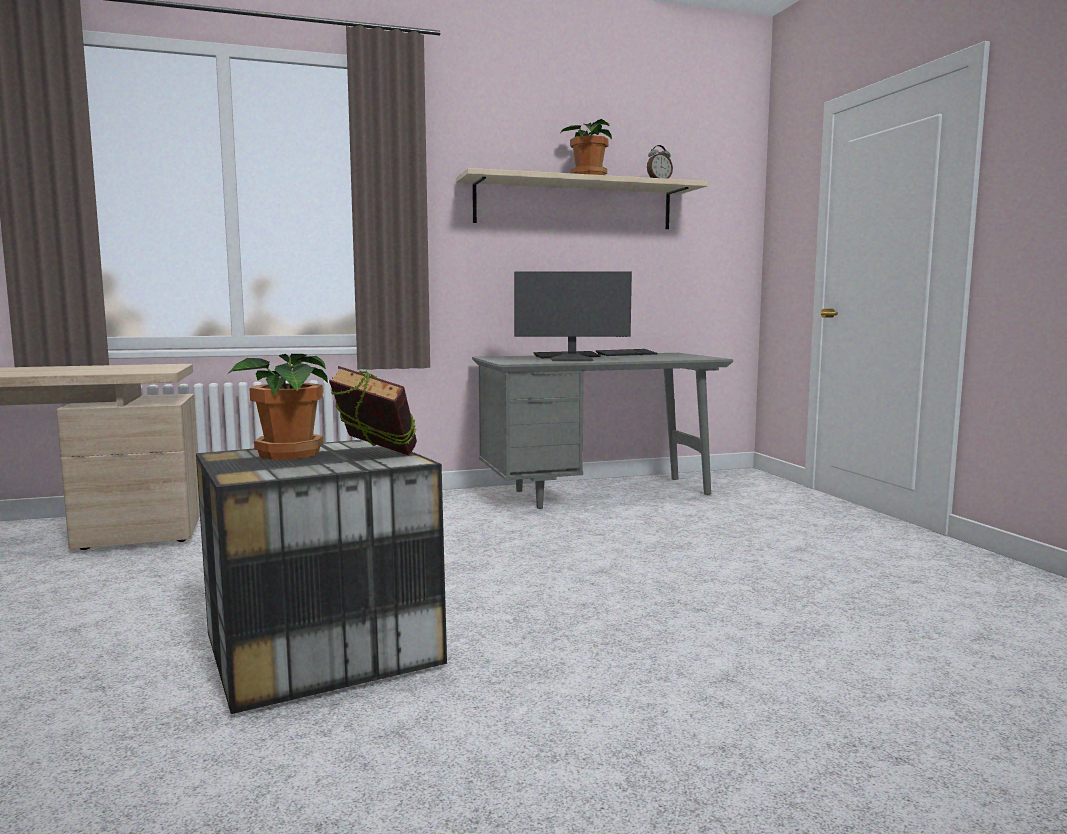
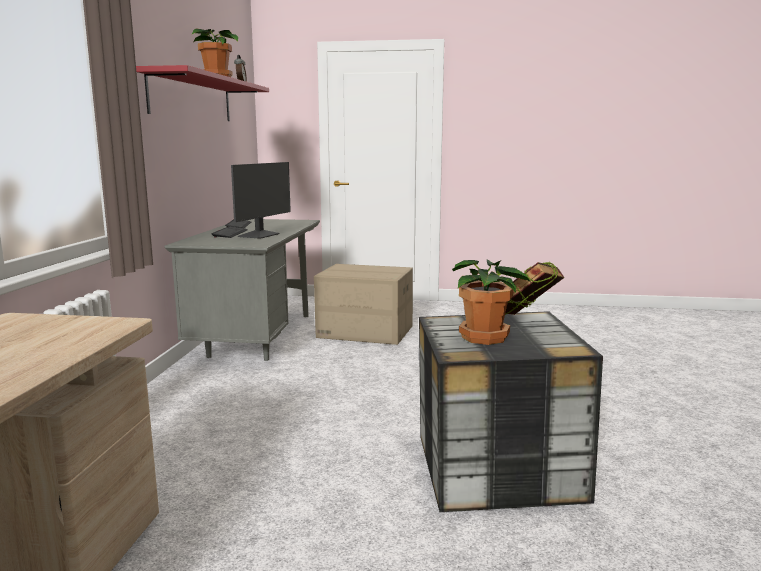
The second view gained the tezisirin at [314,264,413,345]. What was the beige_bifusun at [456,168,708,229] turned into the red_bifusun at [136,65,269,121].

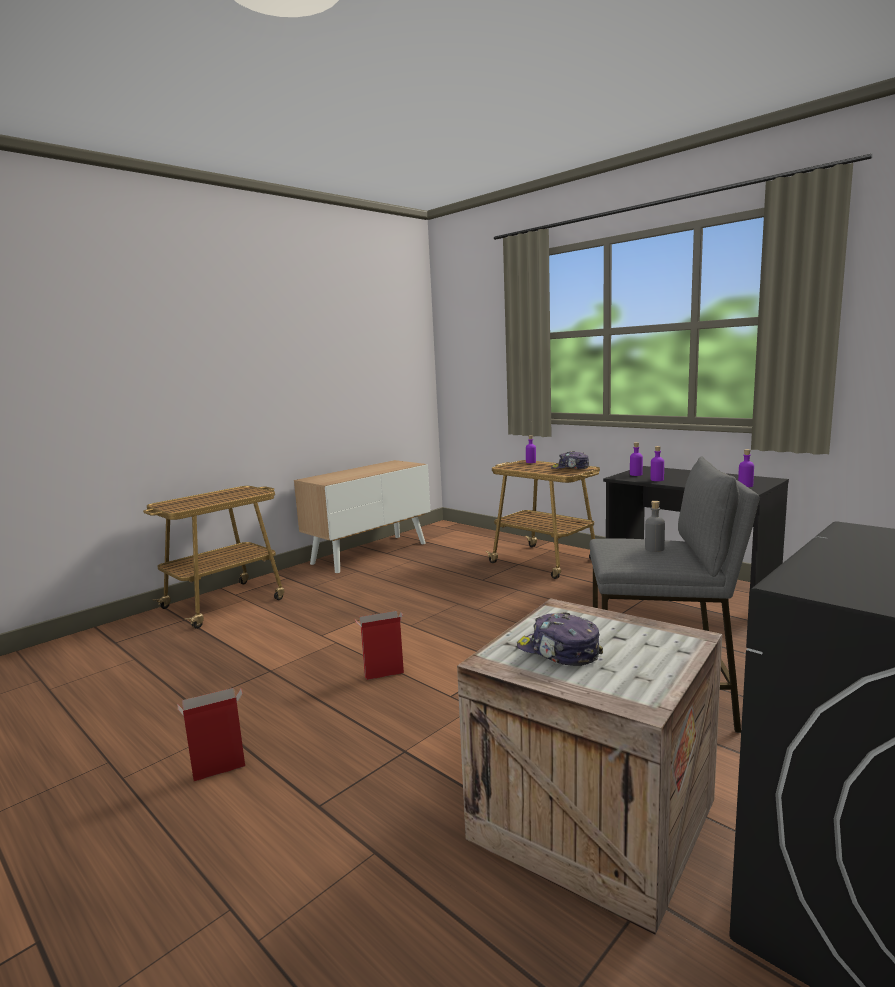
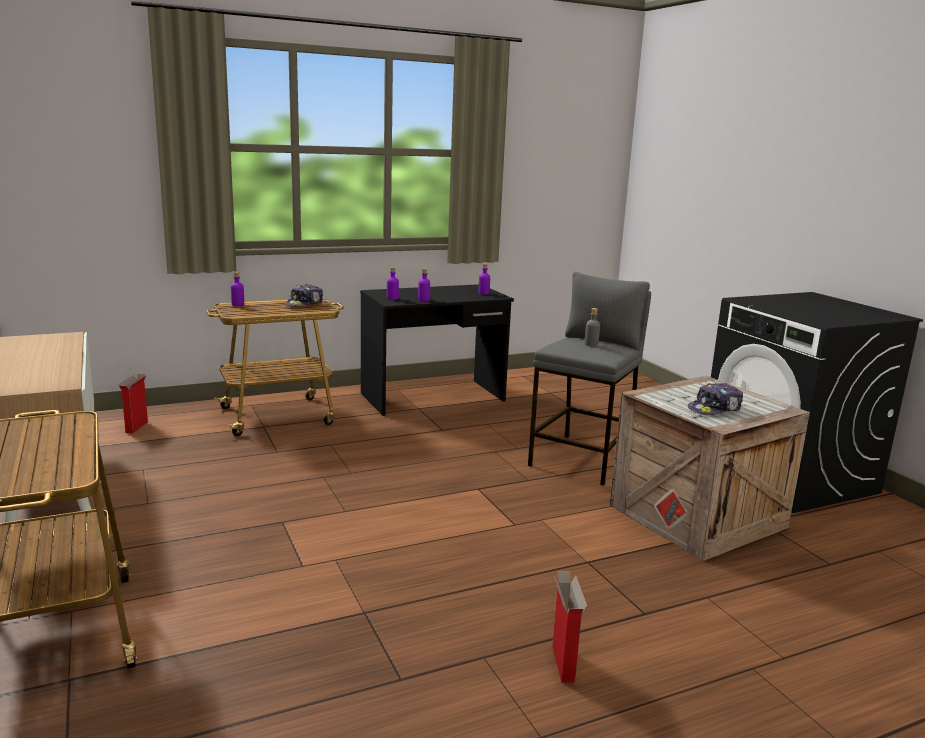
The tezisirin ended up elsewhere, having gone from [355,611,404,680] to [118,374,148,433].

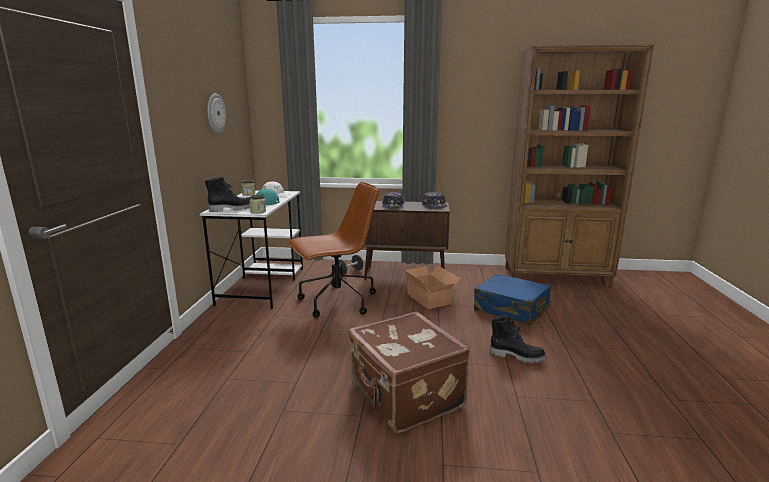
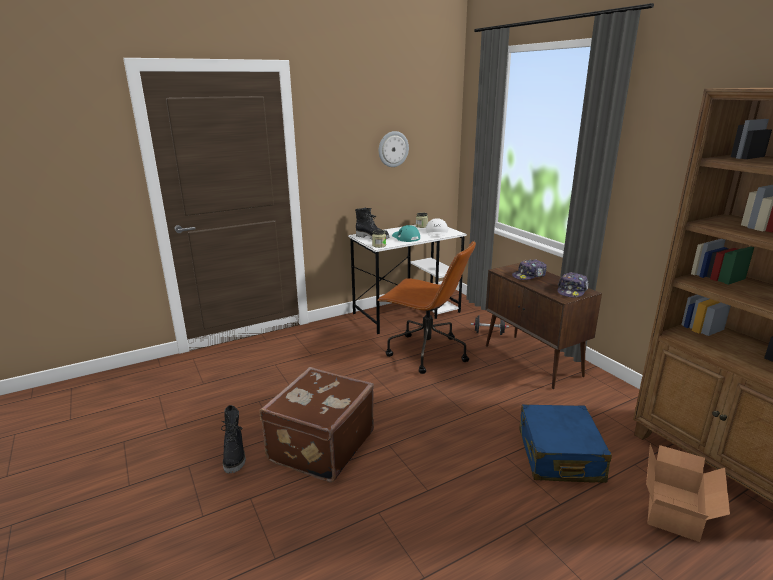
The tezisirin ended up elsewhere, having gone from [403,265,461,309] to [646,443,730,542]. The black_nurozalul ended up elsewhere, having gone from [490,317,546,363] to [221,405,246,473].

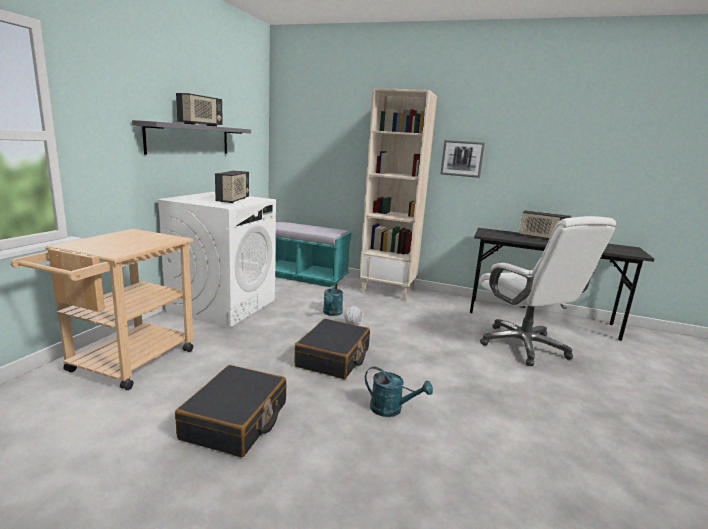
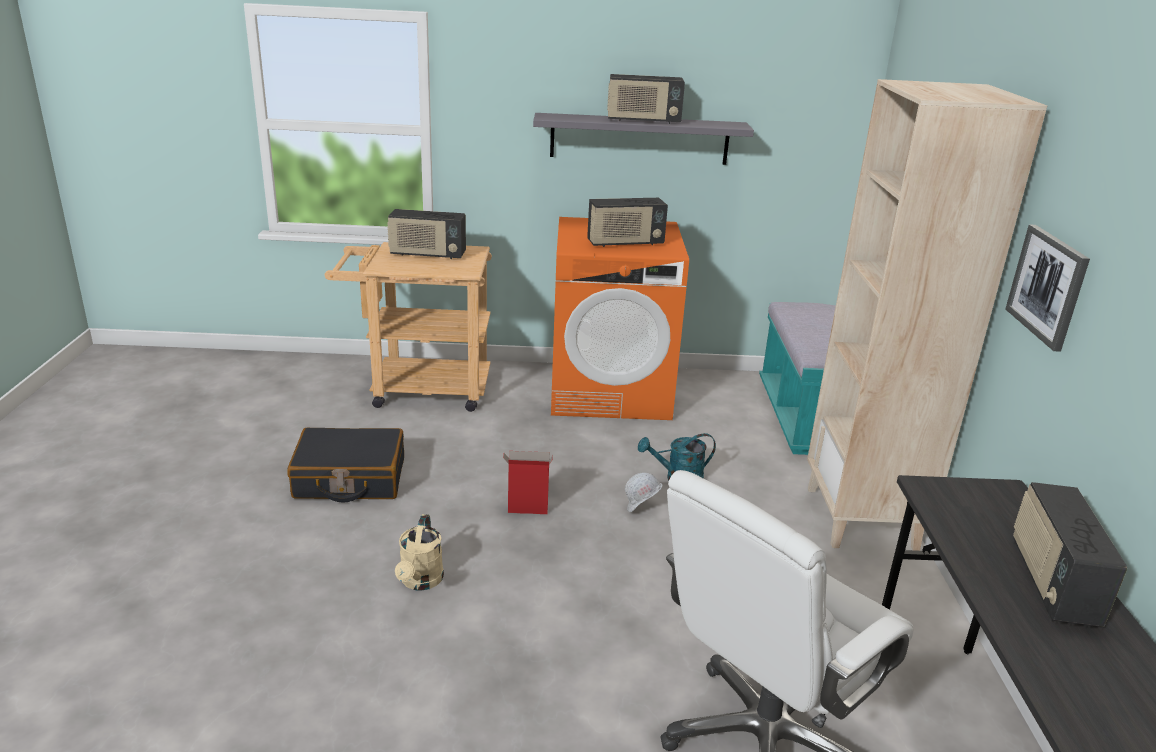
The second view gained the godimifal at [387,209,466,259]. Where the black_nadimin stood at [294,319,370,379], the tezisirin came to stand at [503,451,553,514]. What was the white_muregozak at [156,192,276,328] turned into the orange_muregozak at [551,217,689,420]. What was the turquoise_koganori at [365,367,433,417] turned into the beige_koganori at [395,514,444,591].

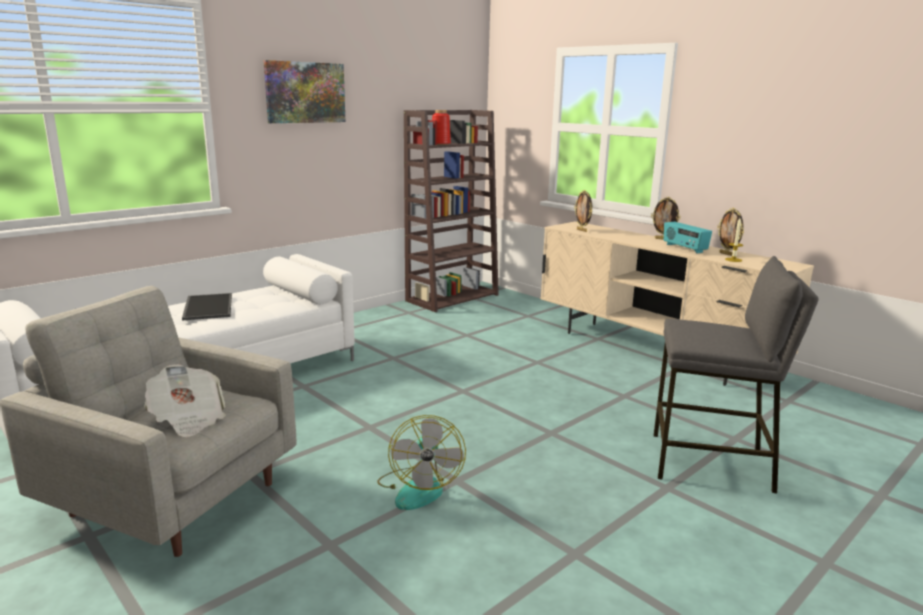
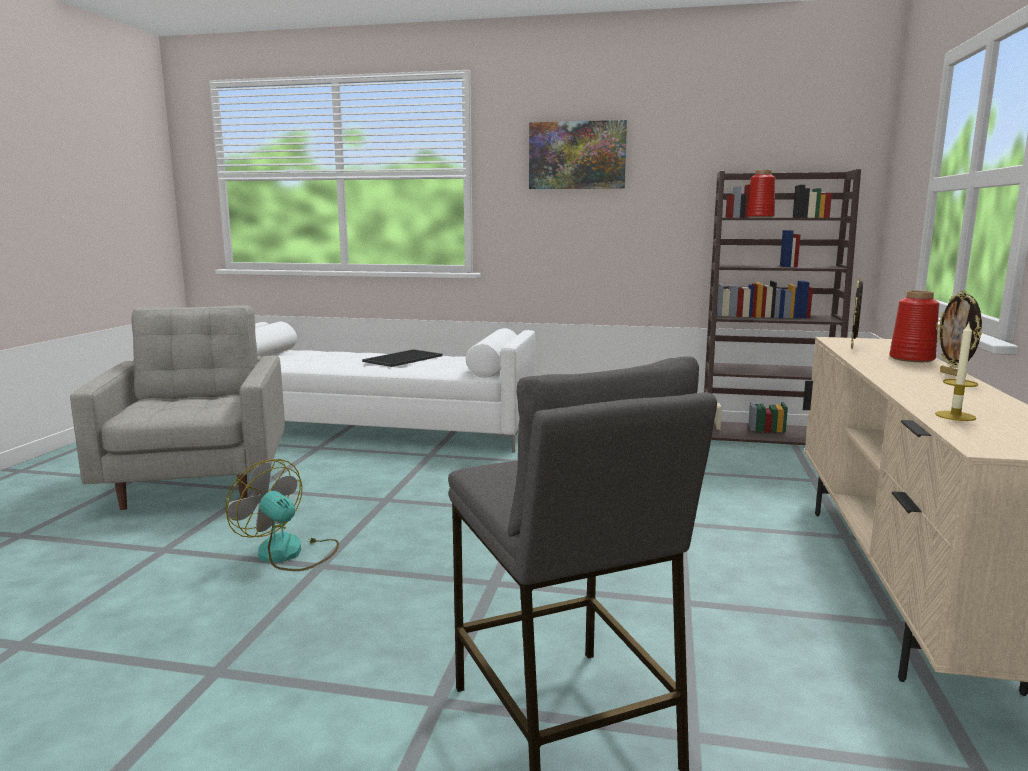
The second view lost the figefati at [144,364,226,437]. The second view lost the godimifal at [664,222,712,254]. The second view lost the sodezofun at [717,208,744,256]. The second view gained the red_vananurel at [889,290,940,362]. The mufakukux at [377,415,466,510] ended up facing another way, 75 degrees clockwise from before.

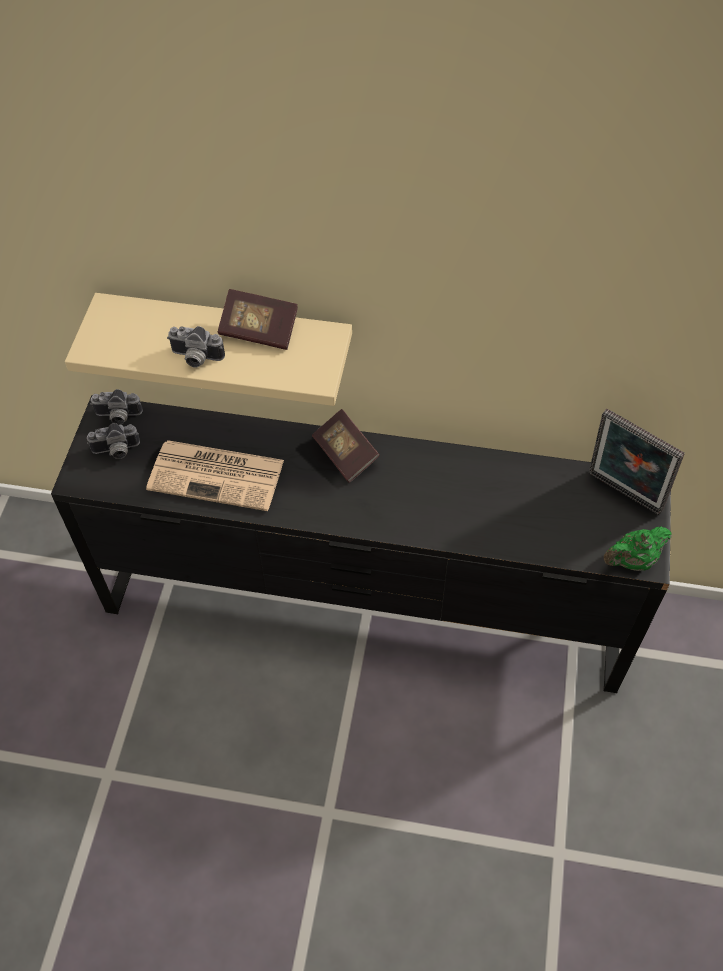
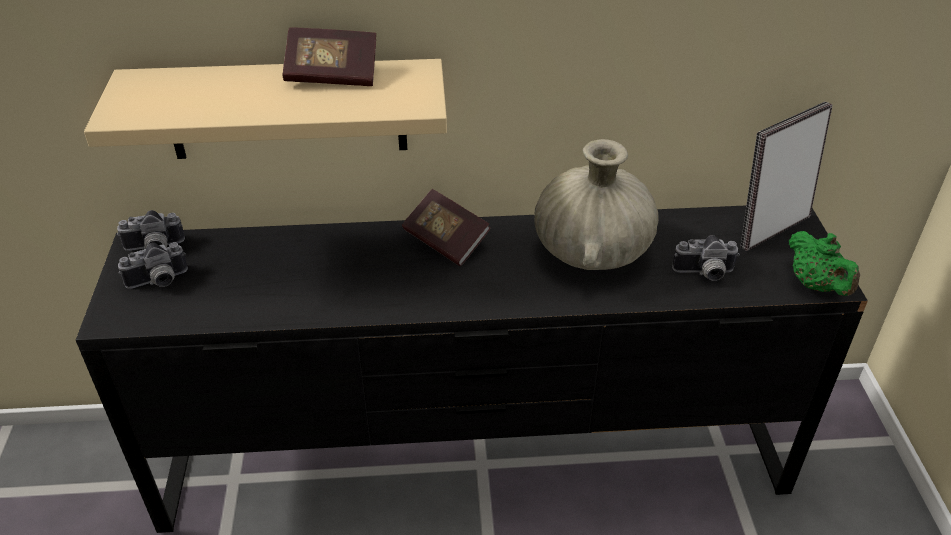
The second view lost the figefati at [146,440,284,511]. The second view gained the beige_vananurel at [534,139,659,270]. The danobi ended up elsewhere, having gone from [167,326,225,368] to [672,235,740,281]. The sodezofun at [589,408,685,515] ended up facing another way, 120 degrees clockwise from before. The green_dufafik at [604,527,672,571] ended up facing another way, 75 degrees counterclockwise from before.

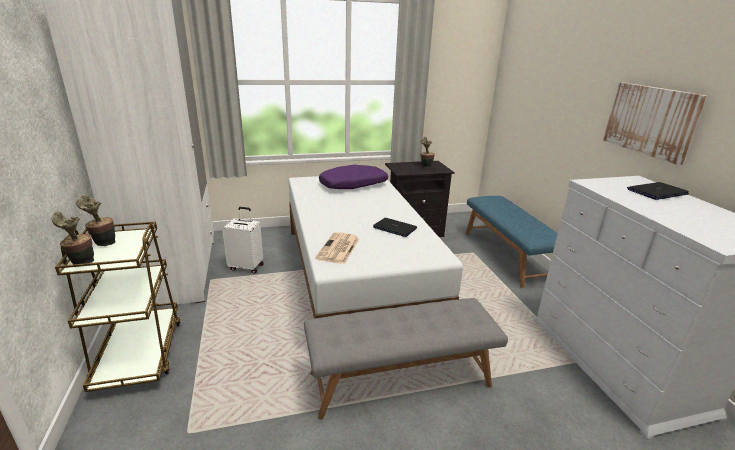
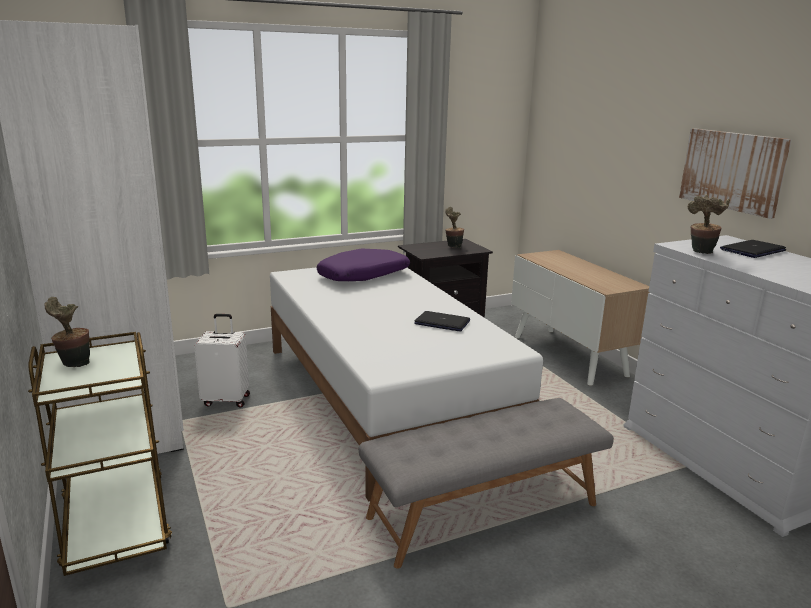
The second view lost the figefati at [315,232,359,264]. The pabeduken ended up elsewhere, having gone from [51,212,94,264] to [687,194,730,254]. Where the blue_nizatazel stood at [465,196,558,288], the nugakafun came to stand at [511,250,650,386].

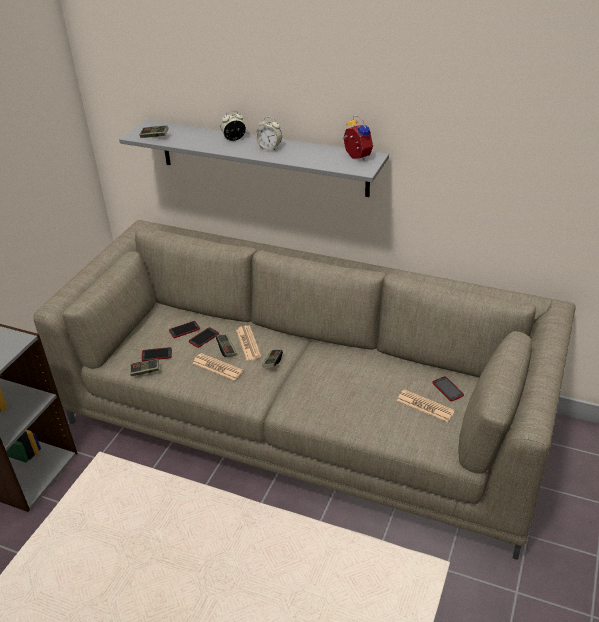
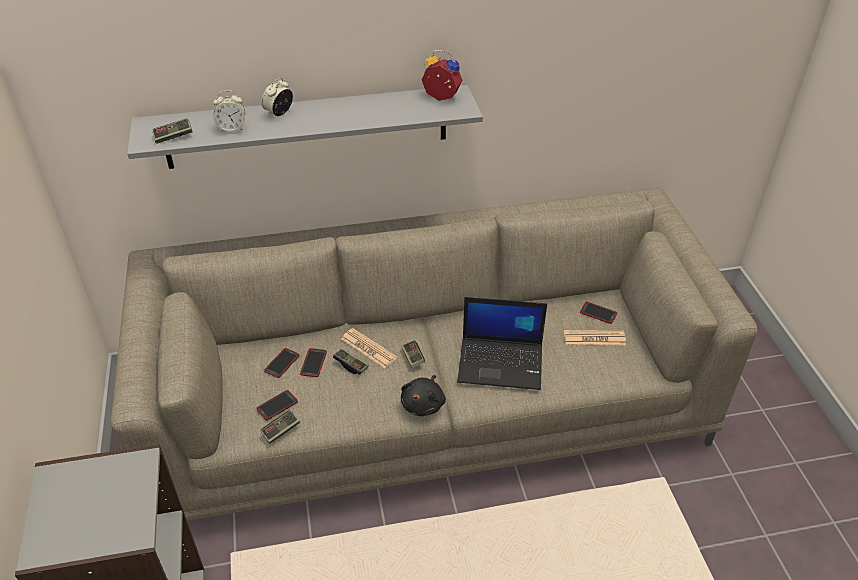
The second view lost the figefati at [192,353,243,381]. The second view gained the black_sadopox at [401,375,446,416]. The second view gained the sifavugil at [457,297,547,390]. The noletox ended up elsewhere, having gone from [256,116,282,150] to [213,90,245,132].

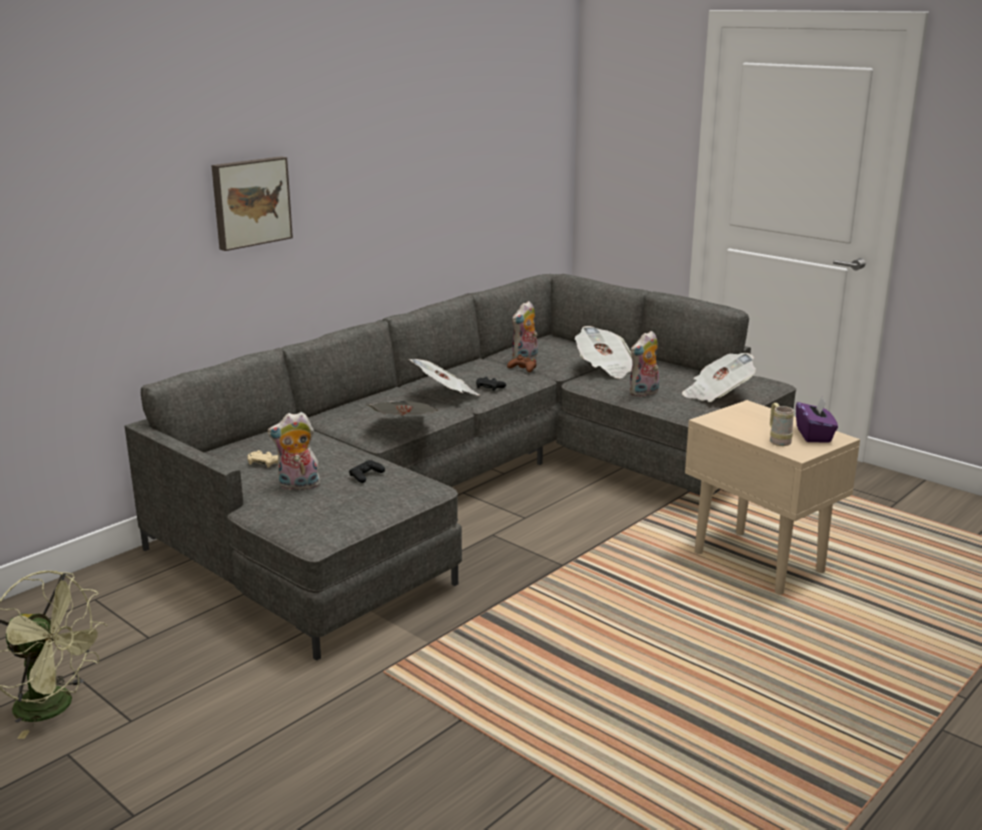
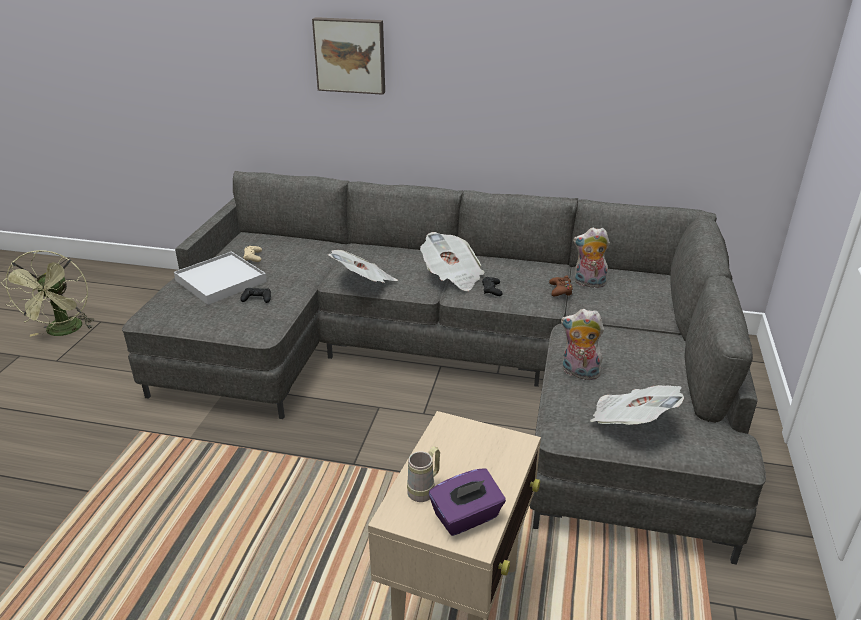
The second view lost the figefati at [575,326,633,379]. Where the sadopox stood at [267,412,322,492], the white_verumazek came to stand at [174,252,267,305].

